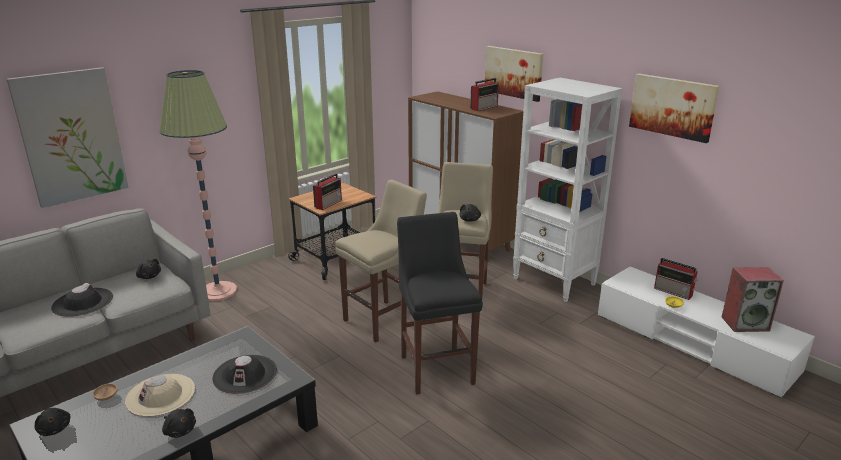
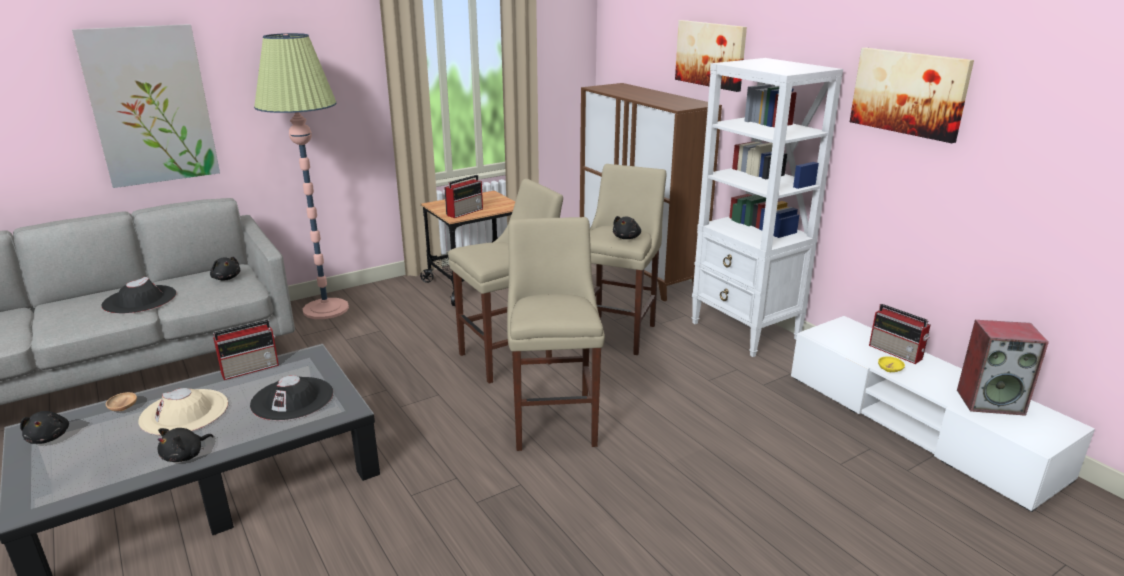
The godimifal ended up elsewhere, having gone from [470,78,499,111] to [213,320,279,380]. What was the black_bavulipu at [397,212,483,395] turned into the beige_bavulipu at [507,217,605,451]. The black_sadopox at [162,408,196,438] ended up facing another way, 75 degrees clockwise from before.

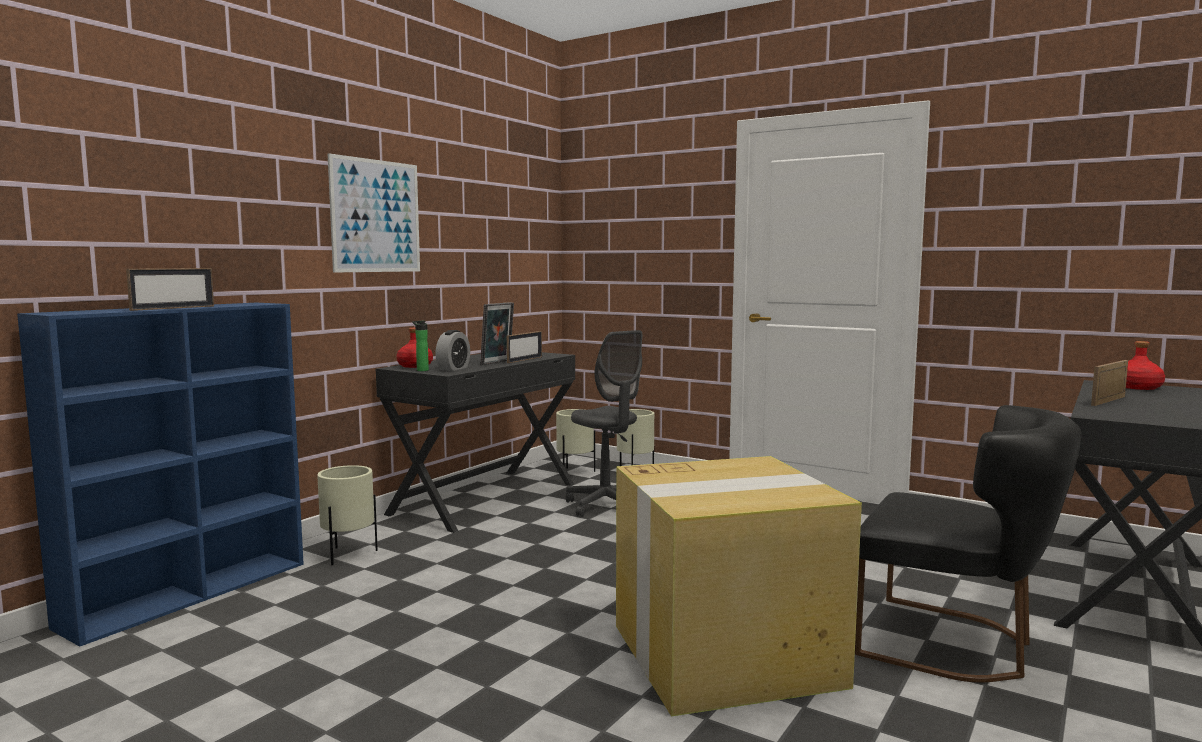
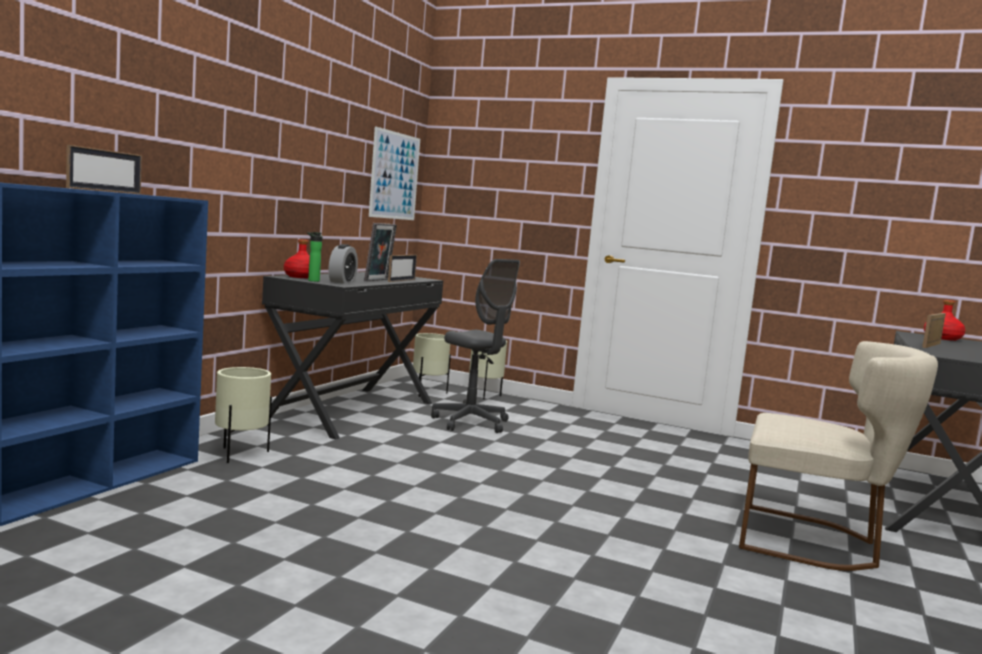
The second view lost the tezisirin at [616,456,862,717]. The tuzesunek ended up elsewhere, having gone from [328,153,420,273] to [369,127,420,220]. What was the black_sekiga at [855,405,1081,683] turned into the beige_sekiga at [739,341,938,571].

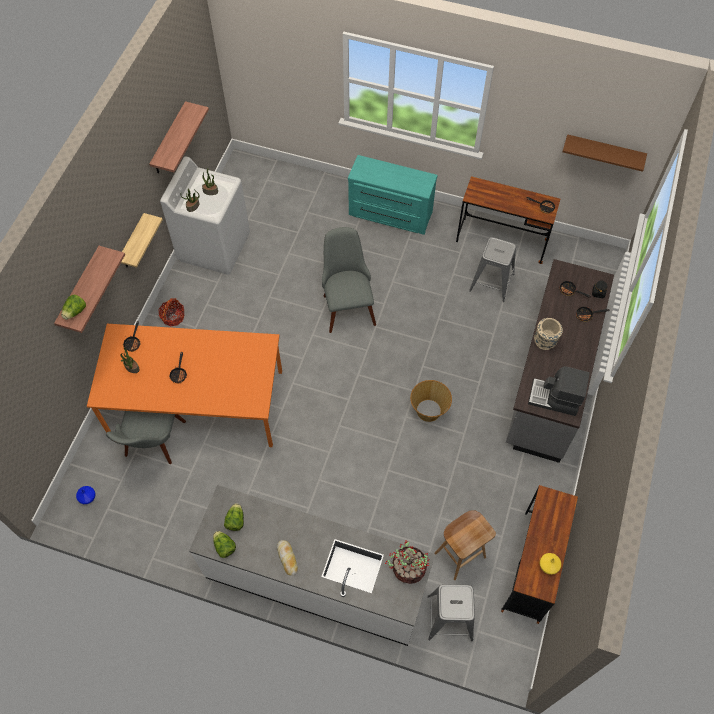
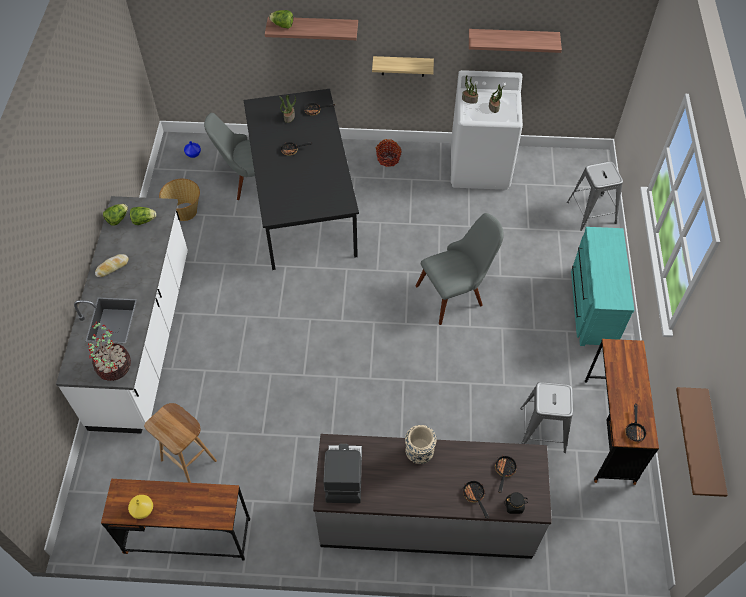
The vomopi ended up elsewhere, having gone from [410,380,452,422] to [159,179,200,221]. The grey_bavulipu ended up elsewhere, having gone from [427,584,475,641] to [567,161,623,231]. What was the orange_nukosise at [87,324,282,447] turned into the black_nukosise at [244,89,359,270].

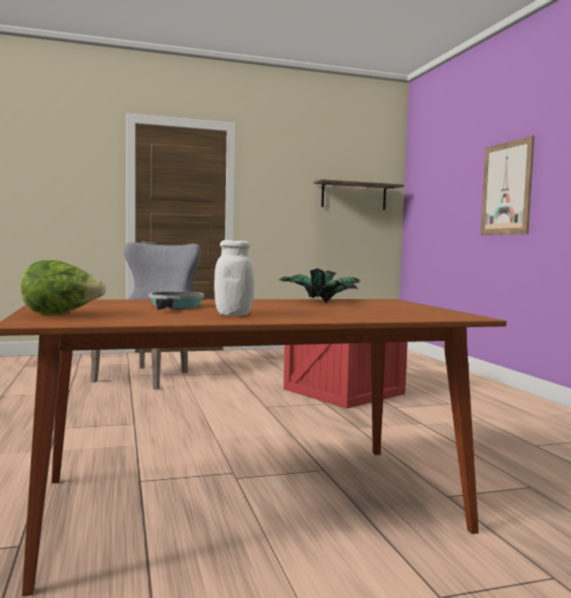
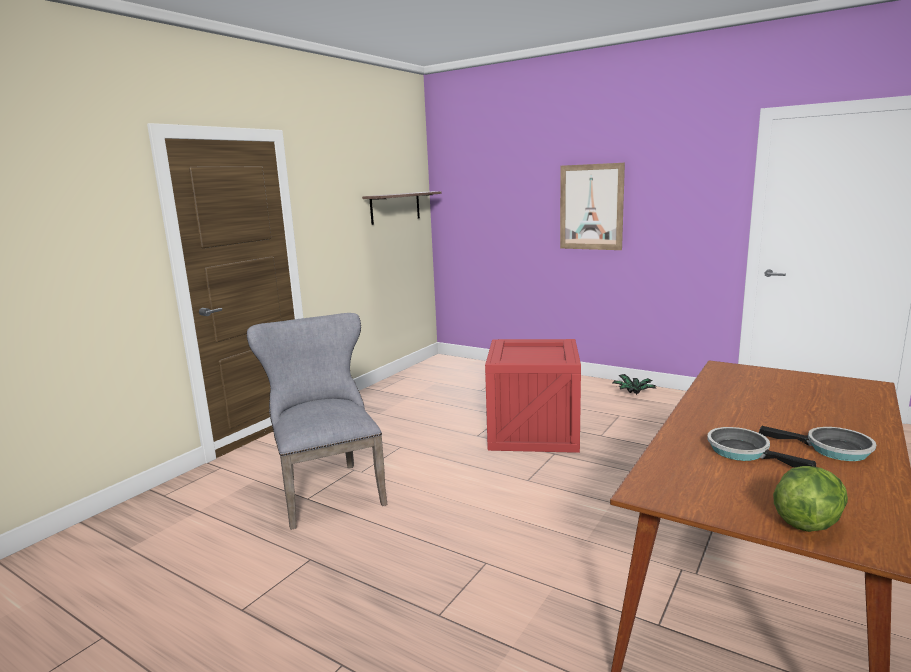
The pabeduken ended up elsewhere, having gone from [279,268,361,302] to [612,374,657,395]. Where the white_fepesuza stood at [214,240,254,316], the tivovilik came to stand at [759,426,876,461].

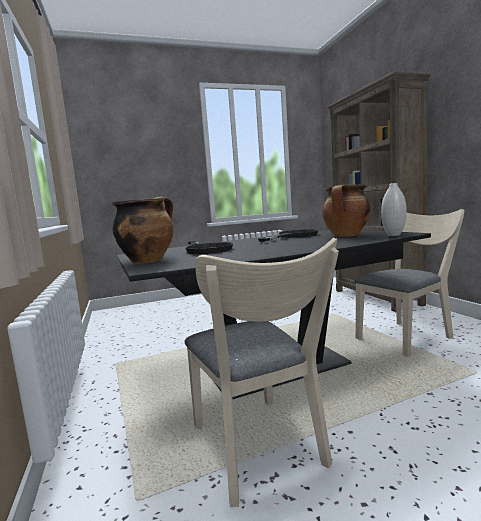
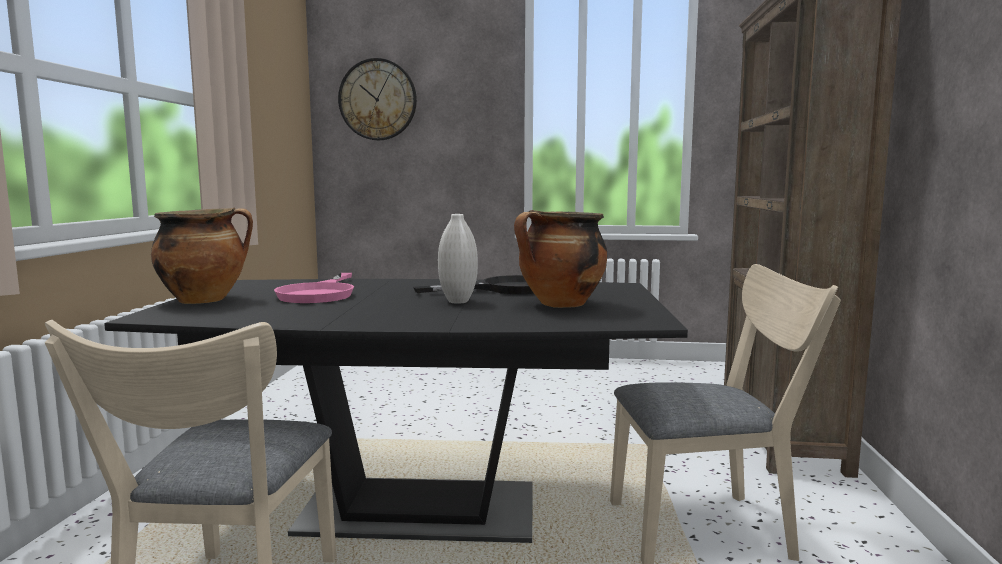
The second view gained the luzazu at [338,58,417,140]. The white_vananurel ended up elsewhere, having gone from [381,183,407,236] to [438,214,478,303]. What was the black_tivovilik at [185,241,233,254] turned into the pink_tivovilik at [274,273,354,303].

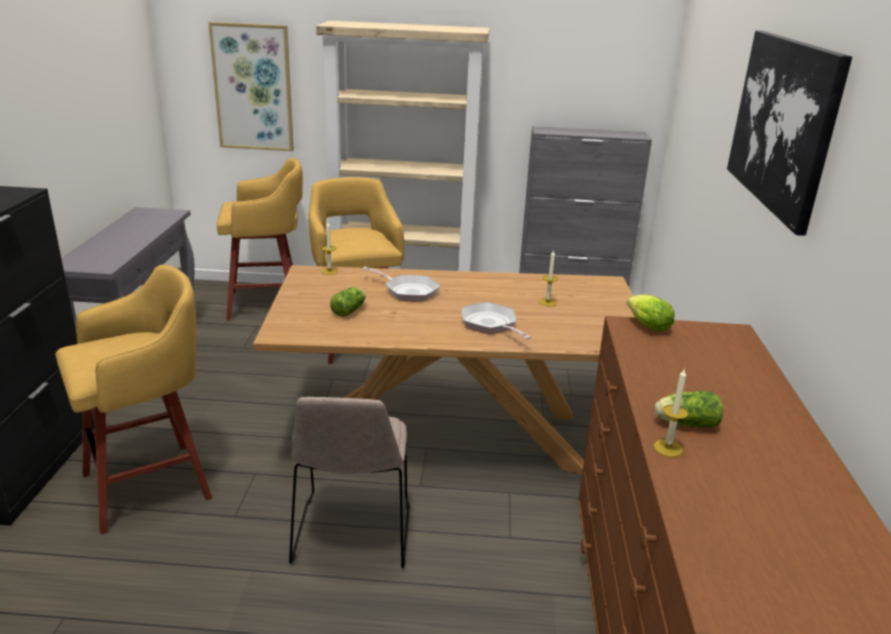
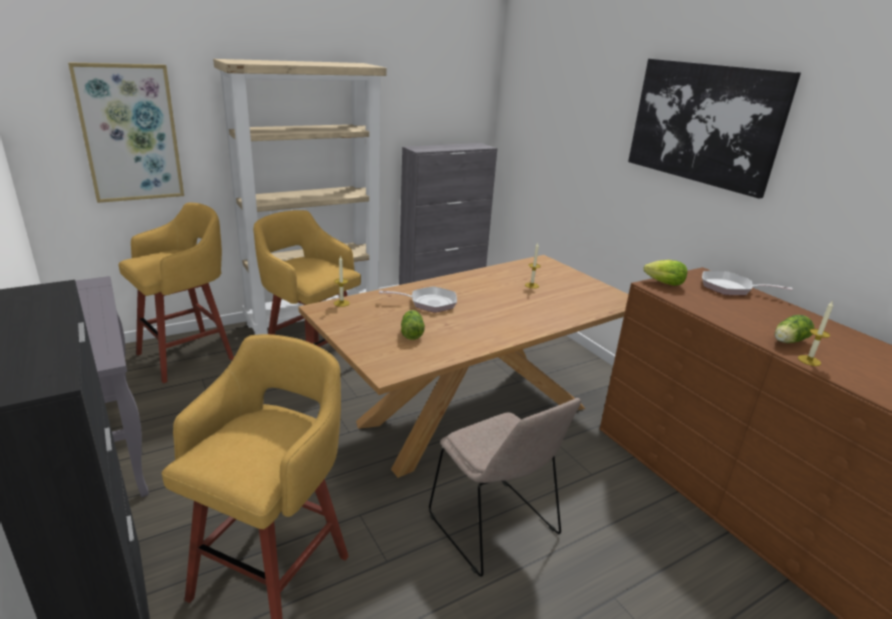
The tivovilik ended up elsewhere, having gone from [462,302,531,339] to [702,271,793,295].

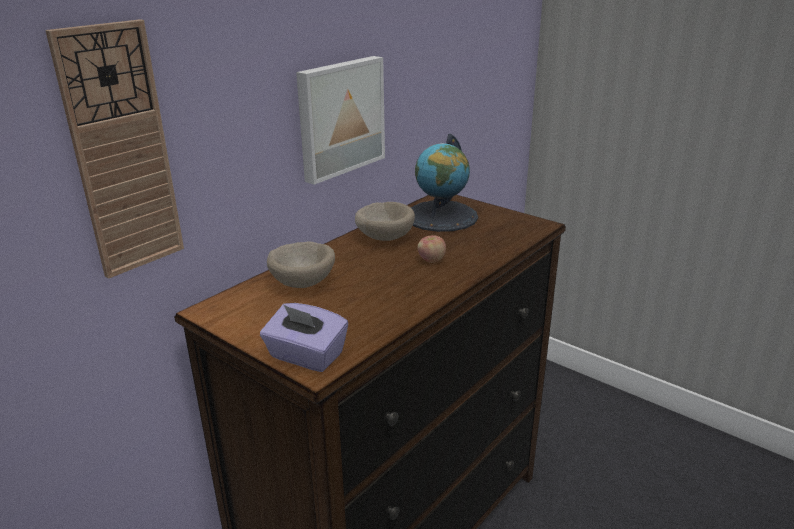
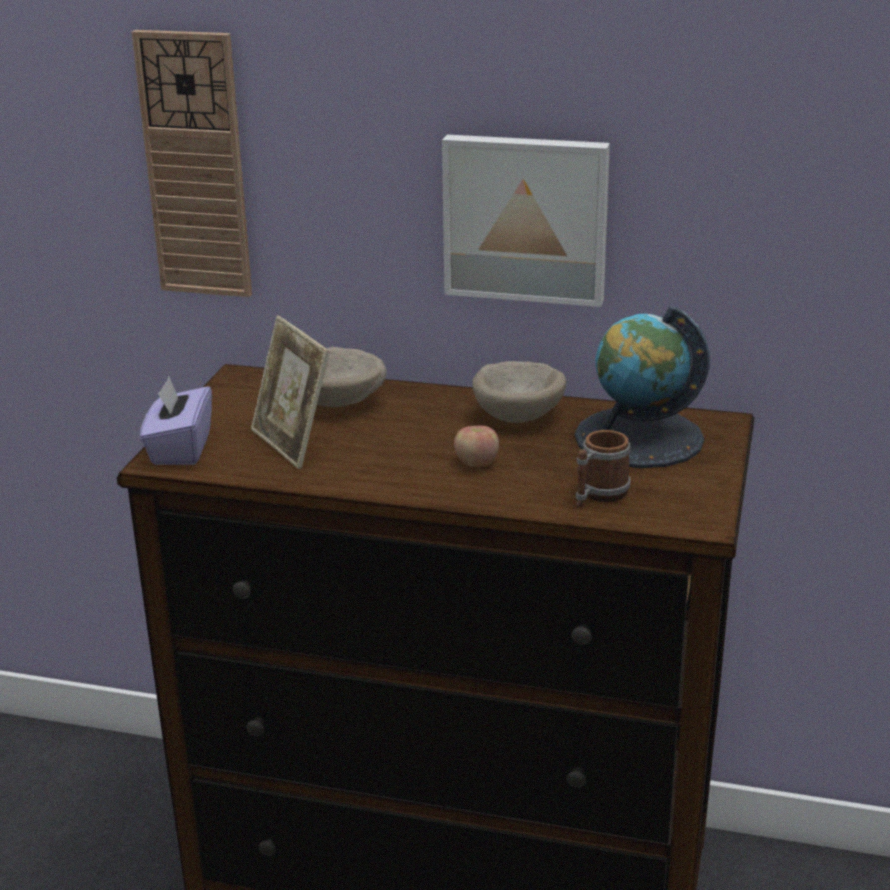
The second view gained the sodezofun at [251,316,330,469]. The second view gained the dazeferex at [576,430,631,508].

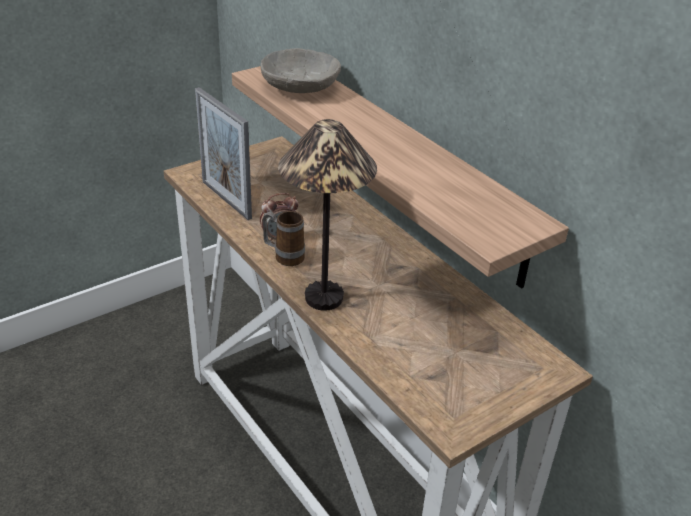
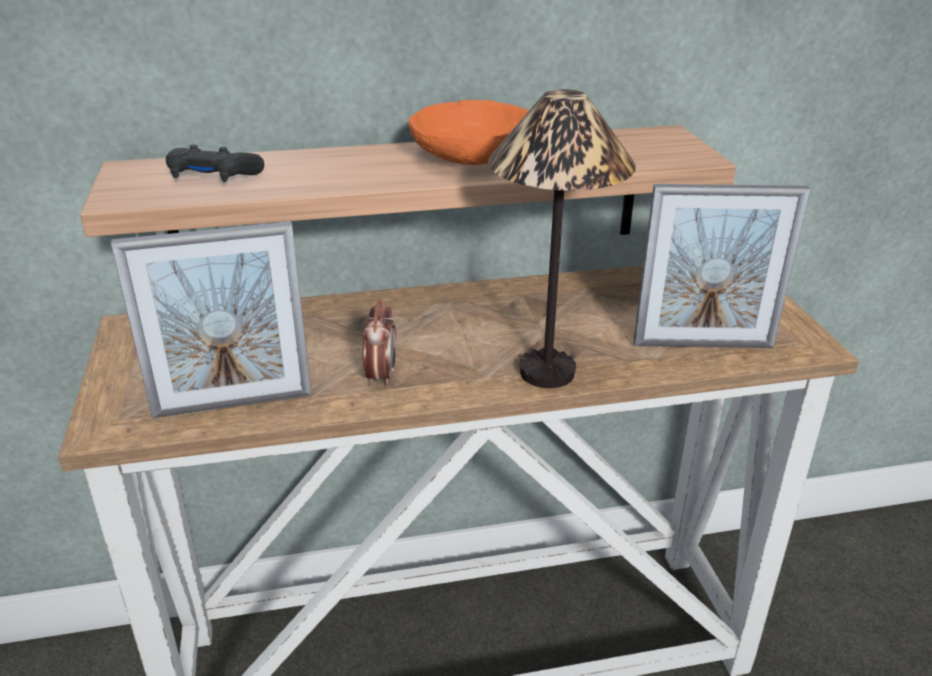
The second view lost the dazeferex at [262,211,305,266]. The second view gained the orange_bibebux at [408,100,529,165]. The second view gained the sodezofun at [633,184,811,348]. Where the grey_bibebux stood at [261,48,341,93], the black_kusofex came to stand at [166,145,264,182].

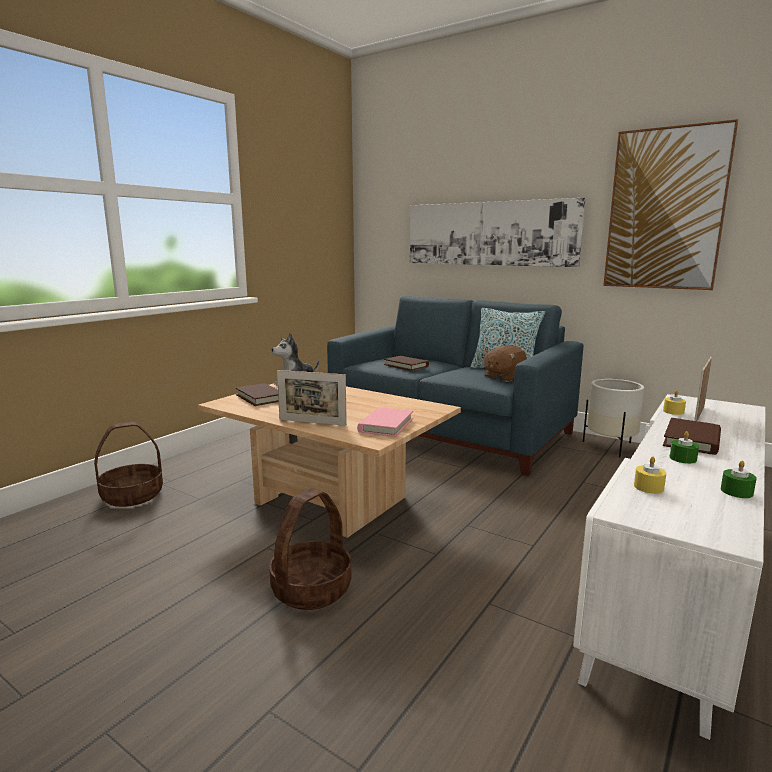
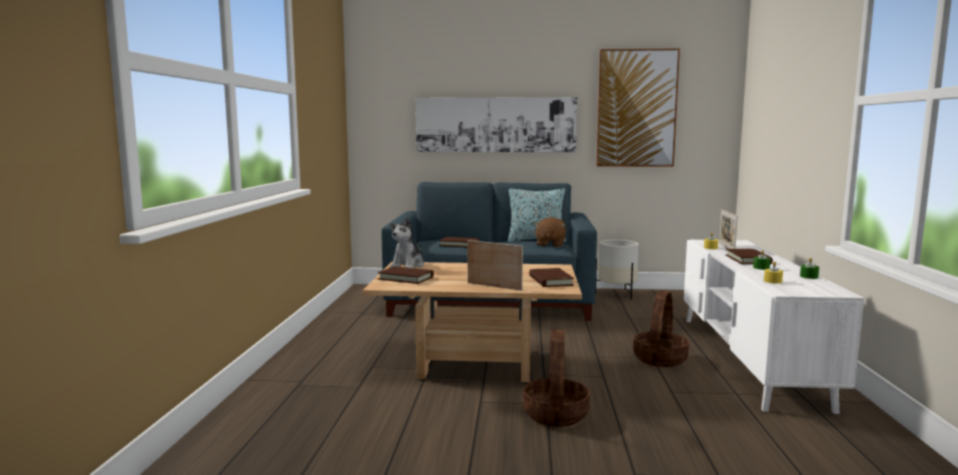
The vomopi ended up elsewhere, having gone from [94,421,163,507] to [633,291,689,367]. What was the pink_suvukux at [357,407,413,437] turned into the brown_suvukux at [529,268,574,287]. The sodezofun at [277,370,347,426] ended up facing another way, 135 degrees counterclockwise from before.

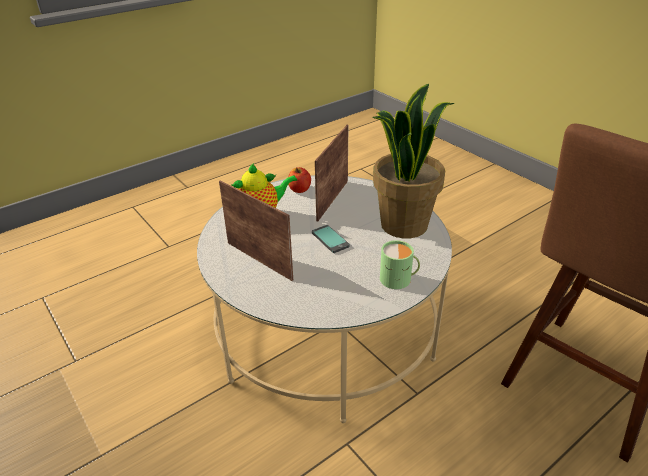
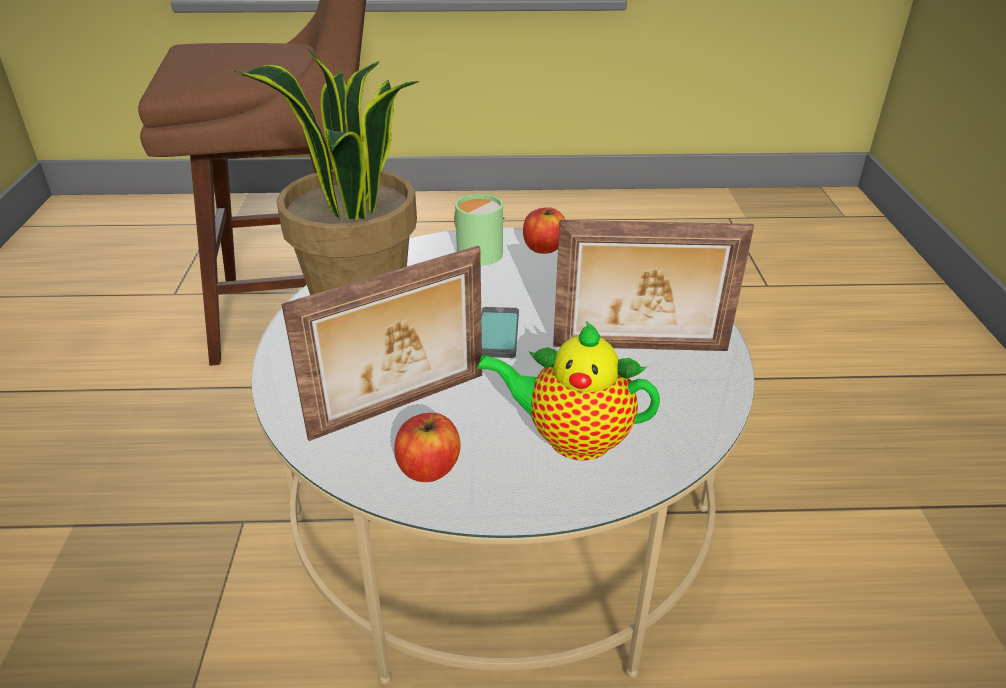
The second view gained the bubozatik at [523,207,565,254]. The sodezofun at [219,180,293,281] ended up facing another way, 75 degrees counterclockwise from before.

